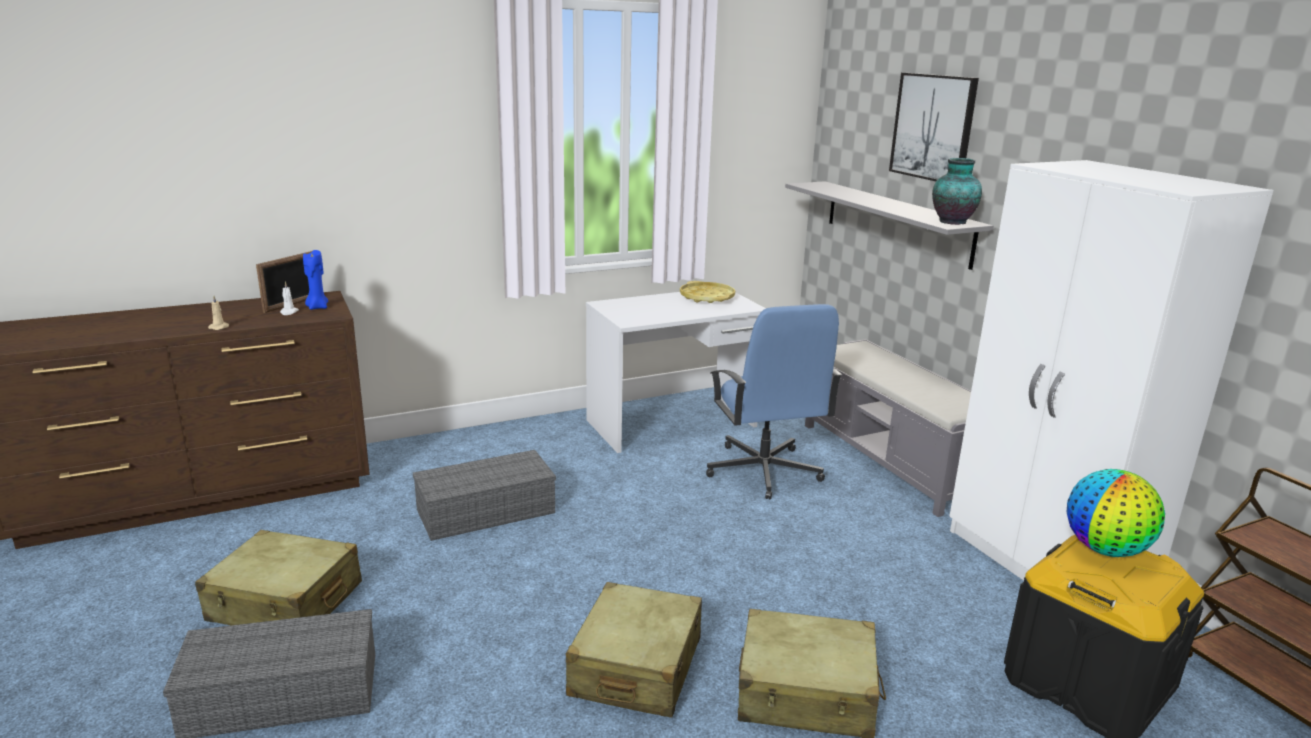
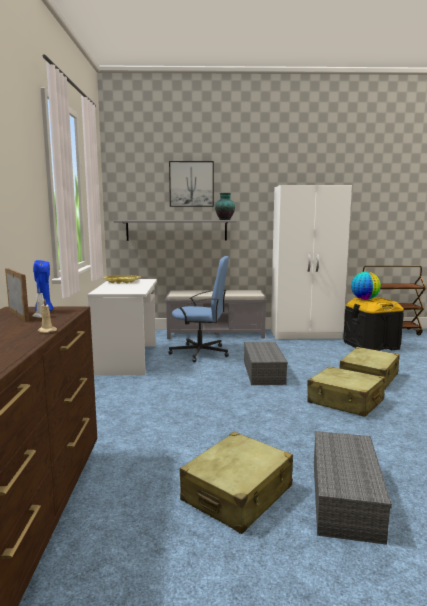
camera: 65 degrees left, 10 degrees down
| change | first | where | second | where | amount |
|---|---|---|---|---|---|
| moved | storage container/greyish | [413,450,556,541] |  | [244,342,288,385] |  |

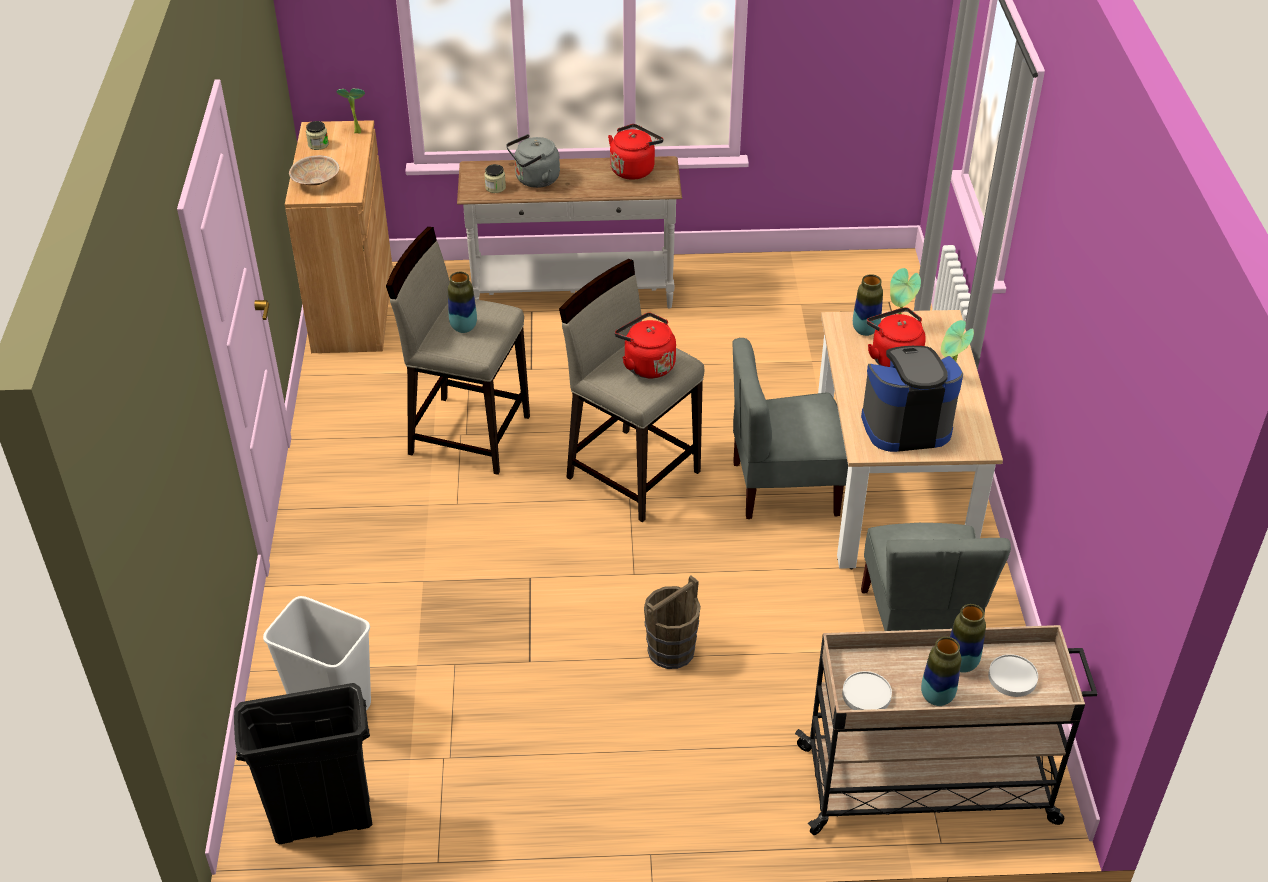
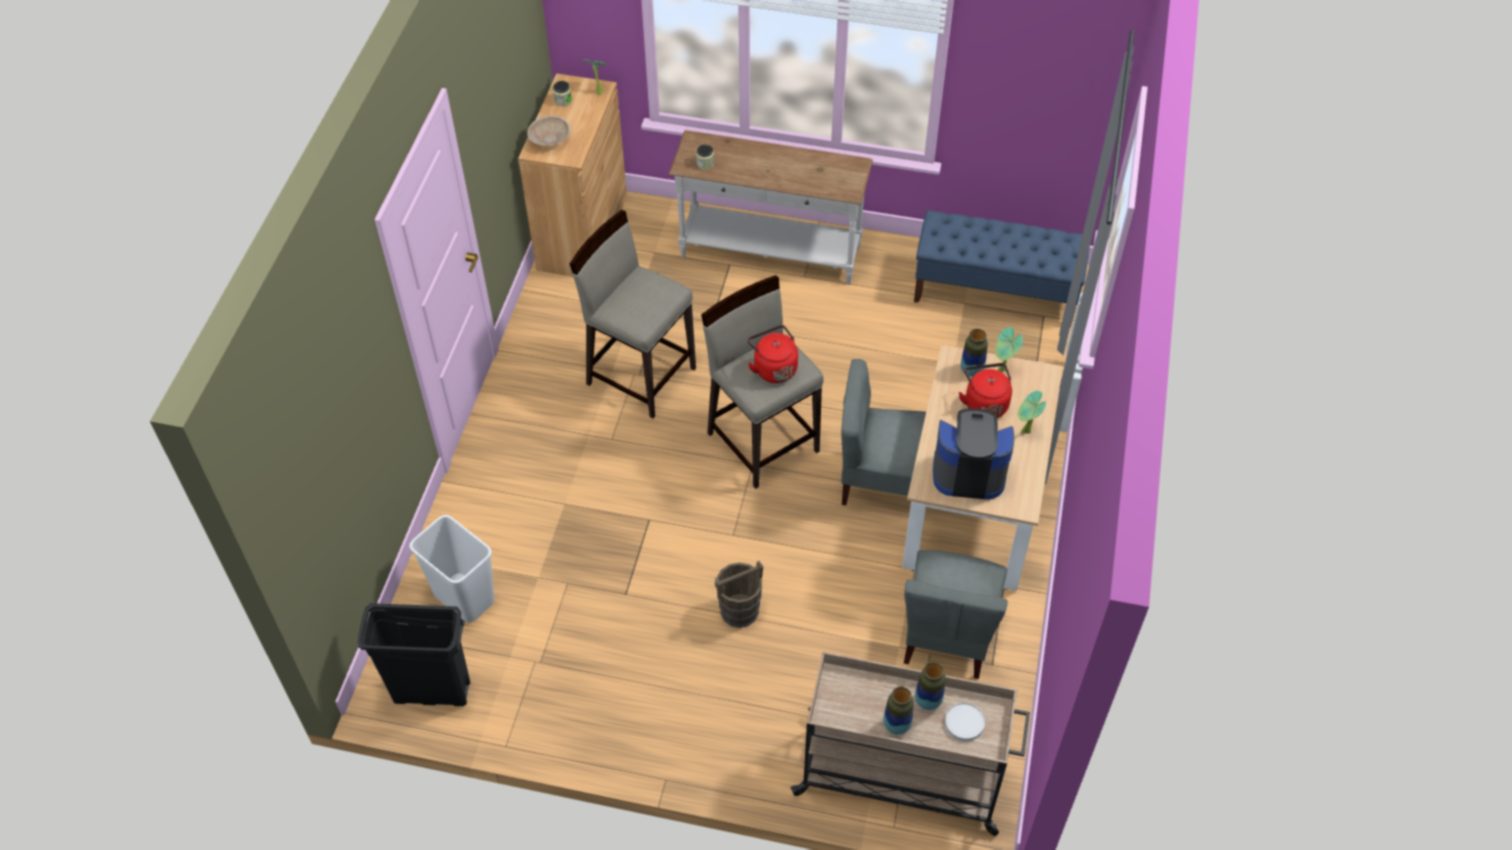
camera: 15 degrees right, 10 degrees up
| change | first | where | second | where | amount |
|---|---|---|---|---|---|
| removed | decorative vase | [448,272,477,333] |  |  |  |
| removed | kettle/greyish | [506,134,560,188] |  |  |  |
| removed | kettle/red | [608,124,663,180] |  |  |  |
| removed | plate/white | [842,671,892,710] |  |  |  |
| added |  |  | indoor bench/bluish | [914,210,1089,328] |  |

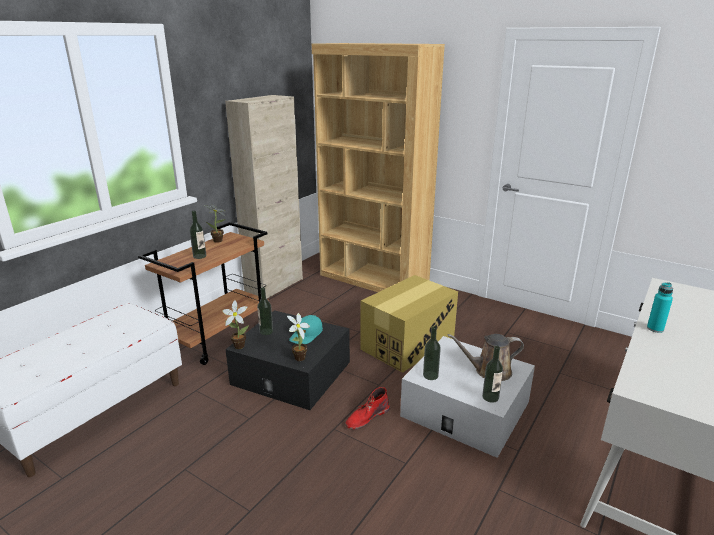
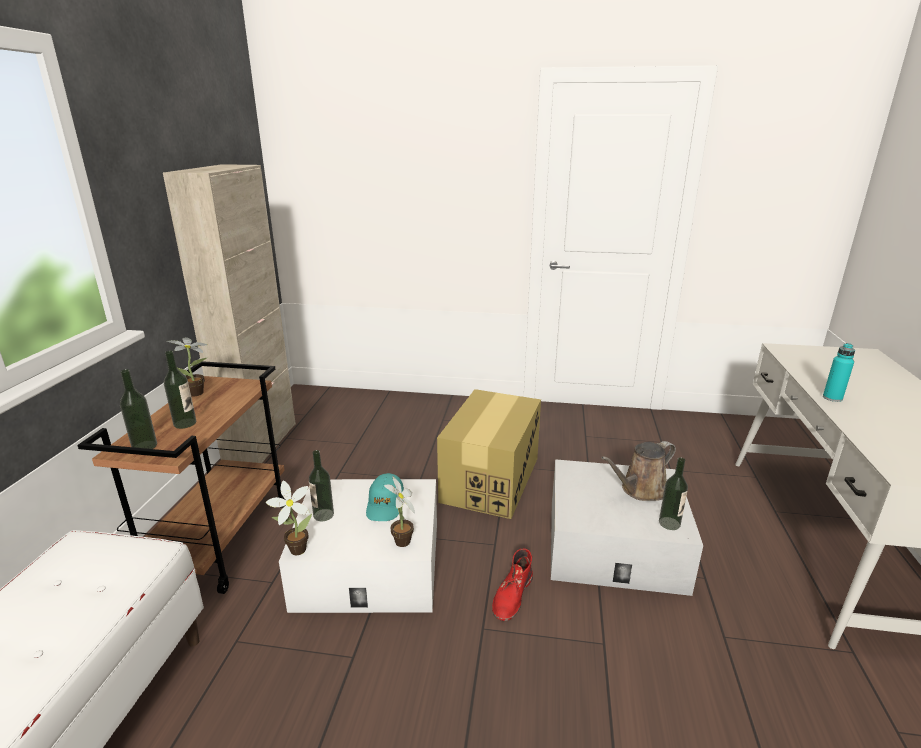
camera: 25 degrees left, 0 degrees up
| change | first | where | second | where | amount |
|---|---|---|---|---|---|
| recoloured | storage container/black-coloured | [225,310,350,410] | storage container/white | [279,479,437,613] |  |
| removed | shelving unit/brown-coloured | [312,43,445,292] |  |  |  |
| moved | drink bottle | [423,326,441,380] |  | [120,369,157,449] |  |

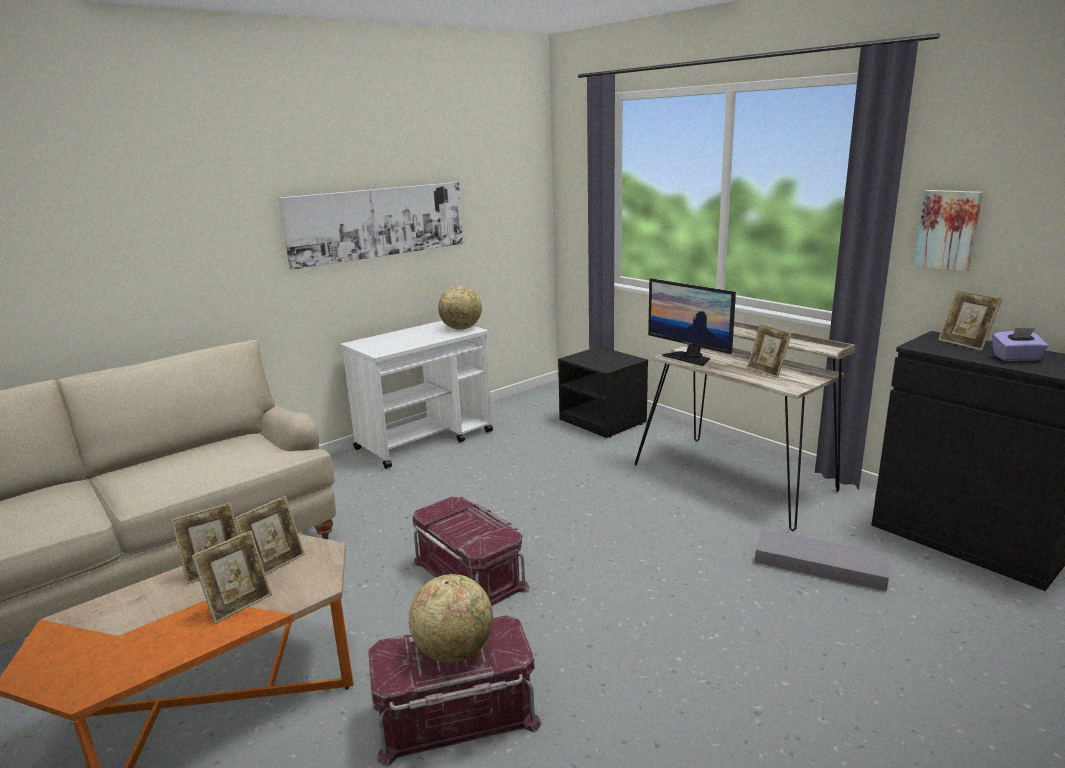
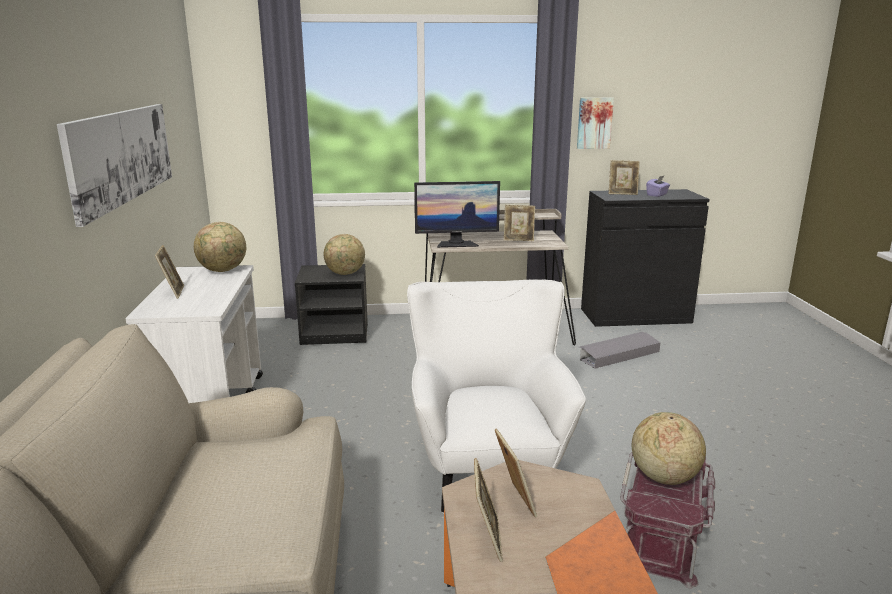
camera: 55 degrees left, 0 degrees up
| change | first | where | second | where | amount |
|---|---|---|---|---|---|
| moved | standing frame | [192,531,272,624] |  | [155,245,184,299] |  |
| replaced | storage container/red | [412,497,529,606] | easy chair/white | [407,279,586,513] |  |
| added |  |  | globe | [324,234,365,275] |  |

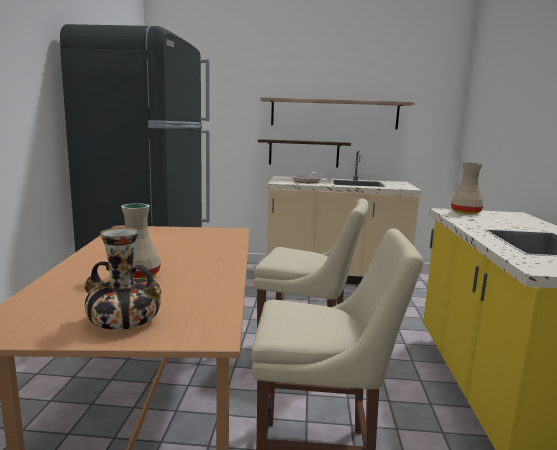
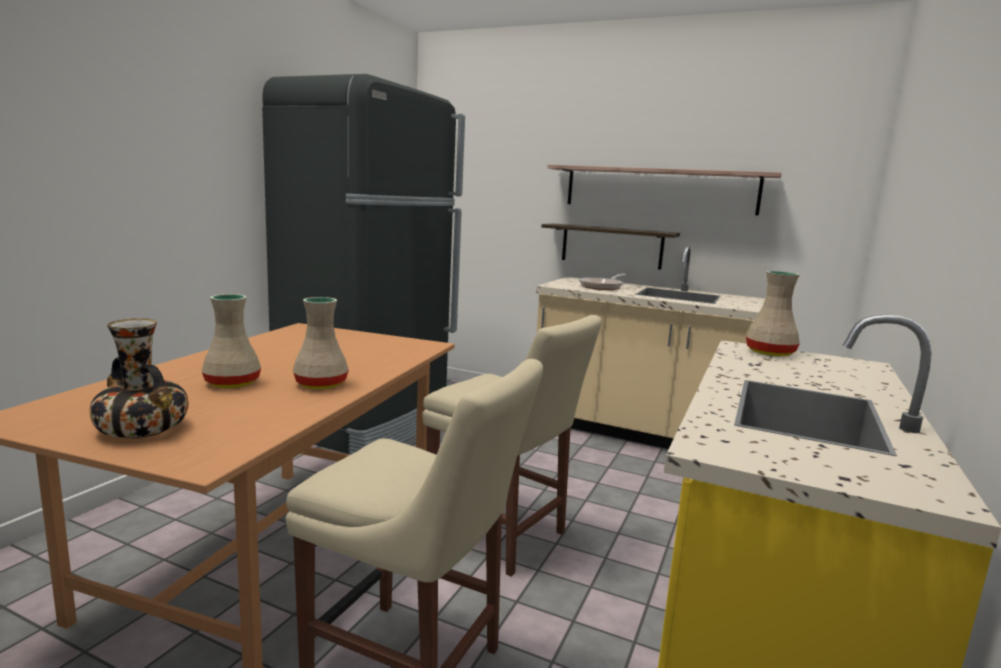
camera: 20 degrees right, 0 degrees up
| change | first | where | second | where | amount |
|---|---|---|---|---|---|
| added |  |  | decorative vase/sand-coloured | [293,297,349,389] |  |

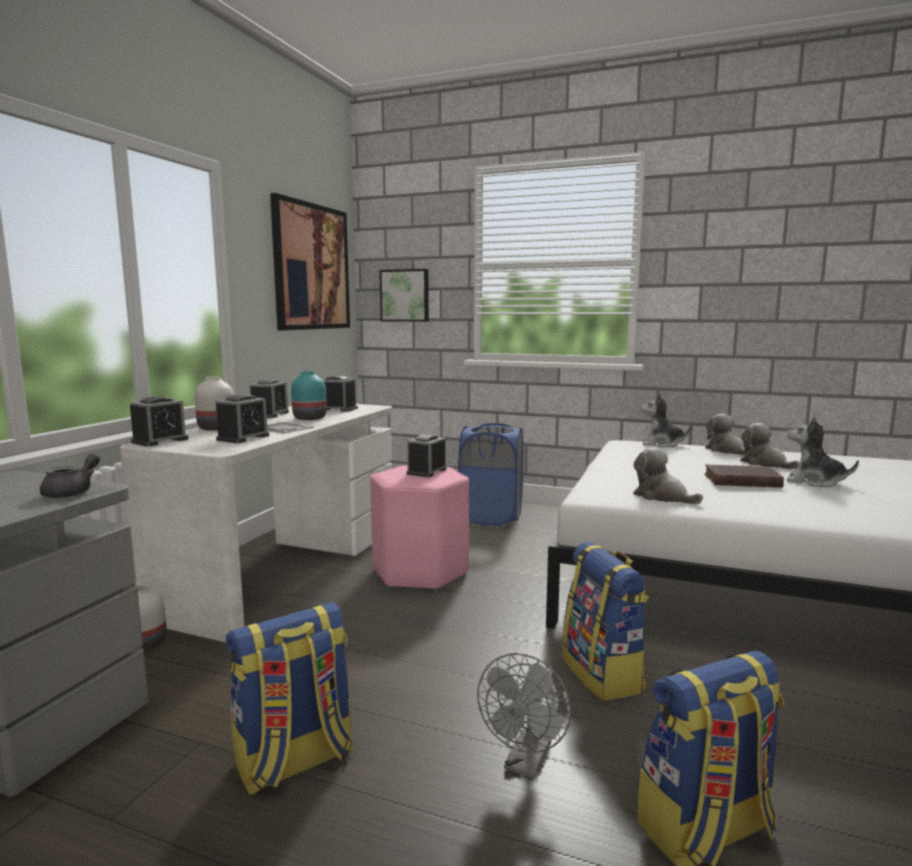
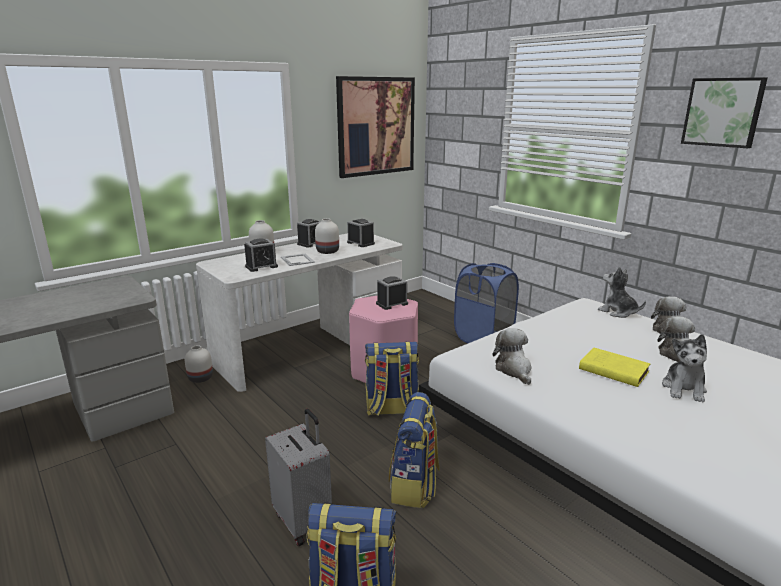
camera: 30 degrees right, 10 degrees up
| change | first | where | second | where | amount |
|---|---|---|---|---|---|
| removed | pot for tea/greyish | [40,453,100,498] |  |  |  |
| removed | bedside clock | [130,396,188,447] |  |  |  |
| moved | backpack | [226,602,353,795] |  | [365,342,419,416] |  |
| recoloured | decorative vase/blue-green | [291,371,327,420] | decorative vase/white | [315,218,339,254] |  |
| moved | wall art | [379,269,429,322] |  | [681,77,768,148] |  |
| replaced | fan/greyish | [477,653,571,778] | travel case/greyish | [265,409,332,546] |  |
| recoloured | bound book/brown-coloured | [705,465,784,488] | bound book/yellow-coloured | [579,348,650,387] |  |
| turned | plush toy | [787,416,859,487] |  | [662,334,707,402] | 135 degrees counterclockwise |

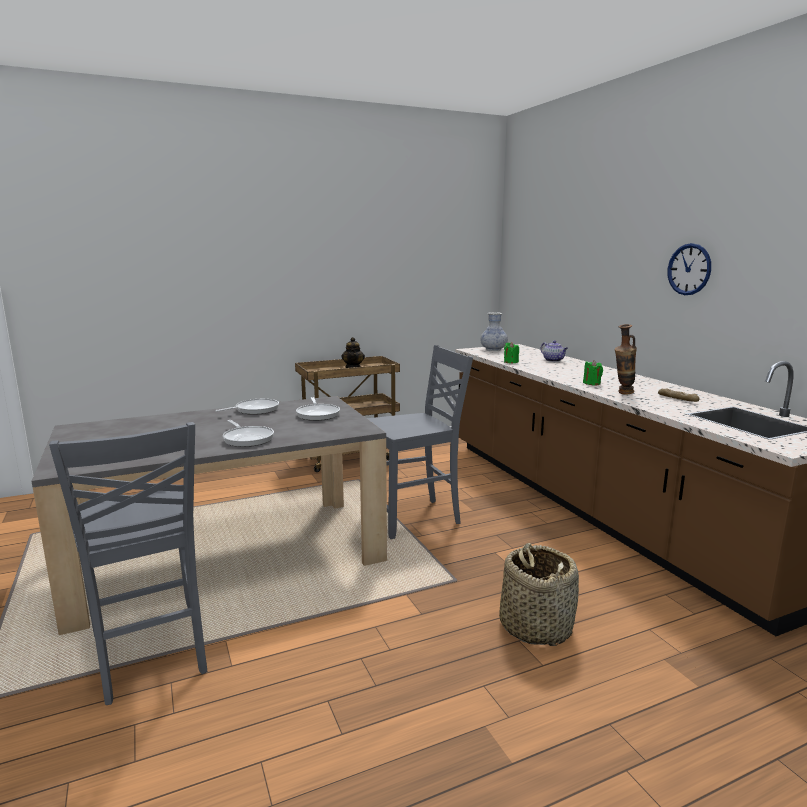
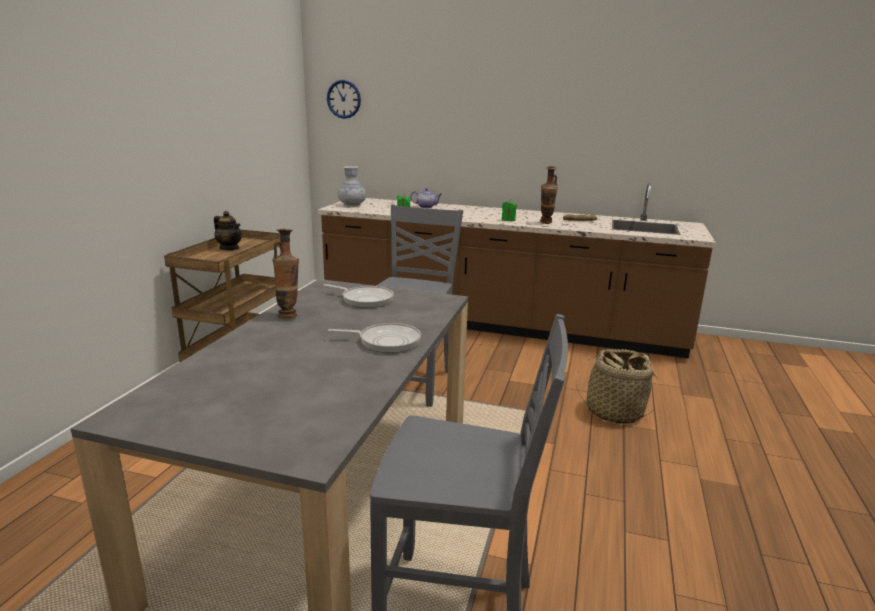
camera: 50 degrees left, 5 degrees up
| change | first | where | second | where | amount |
|---|---|---|---|---|---|
| replaced | skillet | [215,399,279,415] | decorative vase | [272,229,299,318] |  |
| moved | wall clock | [668,243,711,295] |  | [327,80,361,119] |  |

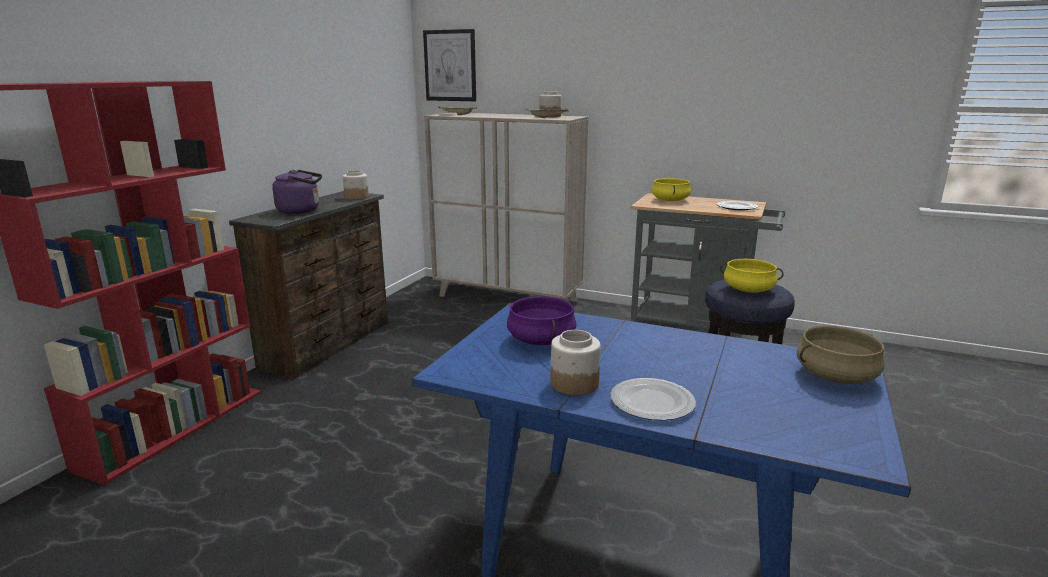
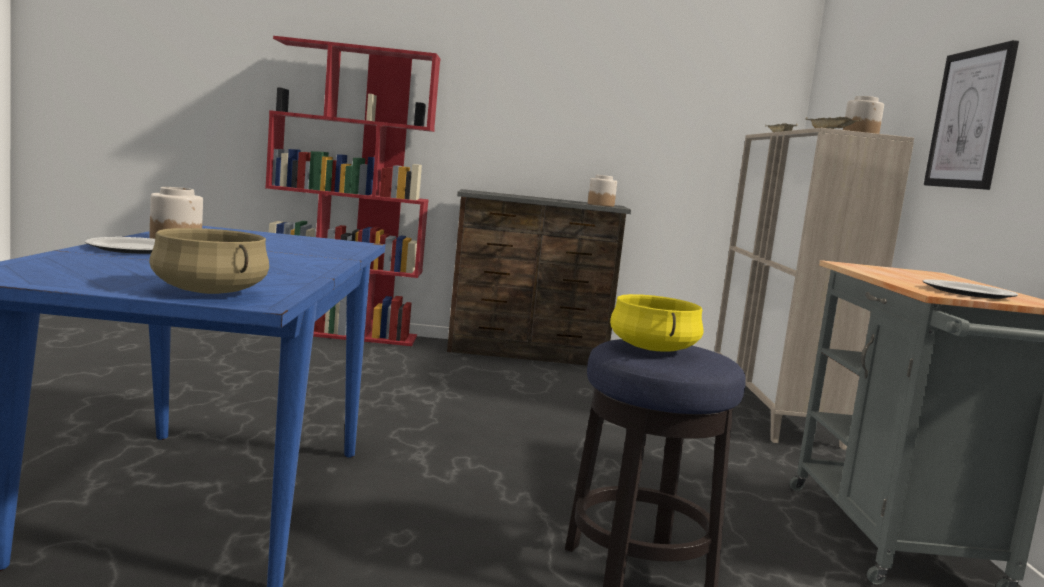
camera: 65 degrees right, 10 degrees down
| change | first | where | second | where | amount |
|---|---|---|---|---|---|
| removed | kettle/purple | [272,170,322,214] |  |  |  |
| moved | wall art | [423,29,476,101] |  | [924,40,1019,190] |  |
| removed | saucepot/purple | [507,296,576,345] |  |  |  |
| removed | saucepot/yellow-coloured | [652,178,691,201] |  |  |  |

